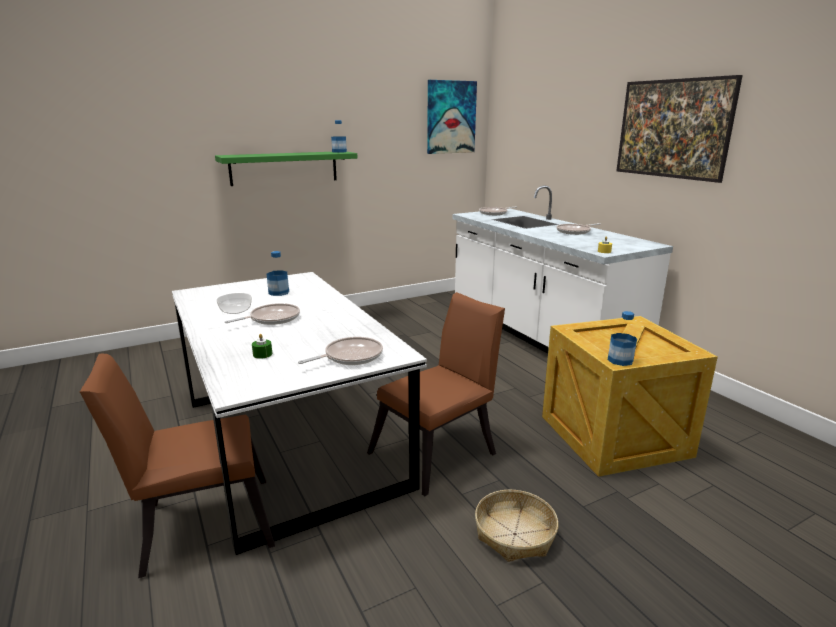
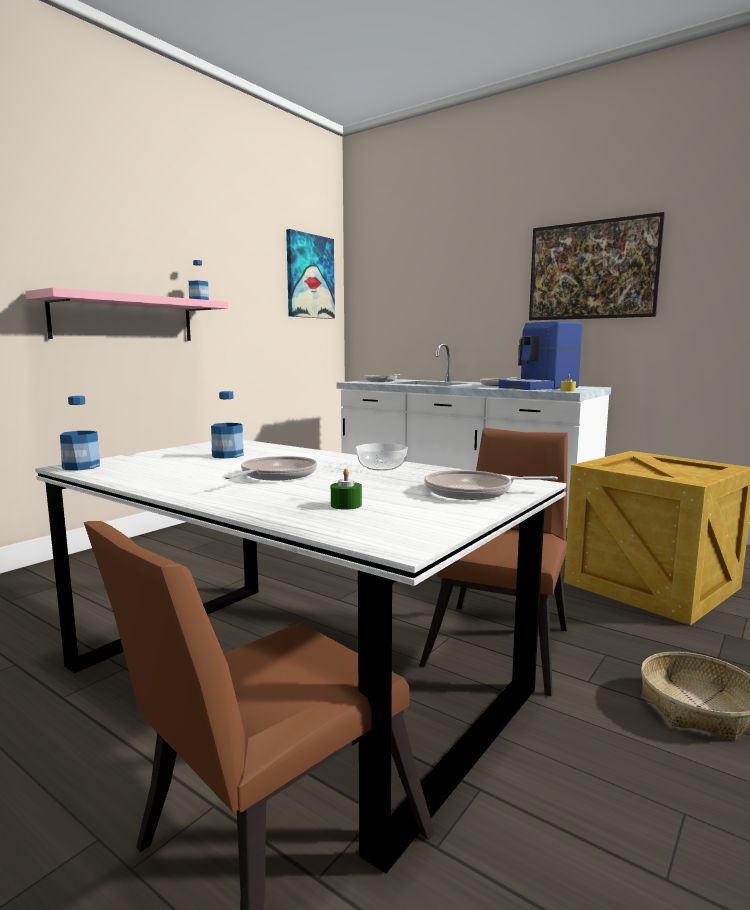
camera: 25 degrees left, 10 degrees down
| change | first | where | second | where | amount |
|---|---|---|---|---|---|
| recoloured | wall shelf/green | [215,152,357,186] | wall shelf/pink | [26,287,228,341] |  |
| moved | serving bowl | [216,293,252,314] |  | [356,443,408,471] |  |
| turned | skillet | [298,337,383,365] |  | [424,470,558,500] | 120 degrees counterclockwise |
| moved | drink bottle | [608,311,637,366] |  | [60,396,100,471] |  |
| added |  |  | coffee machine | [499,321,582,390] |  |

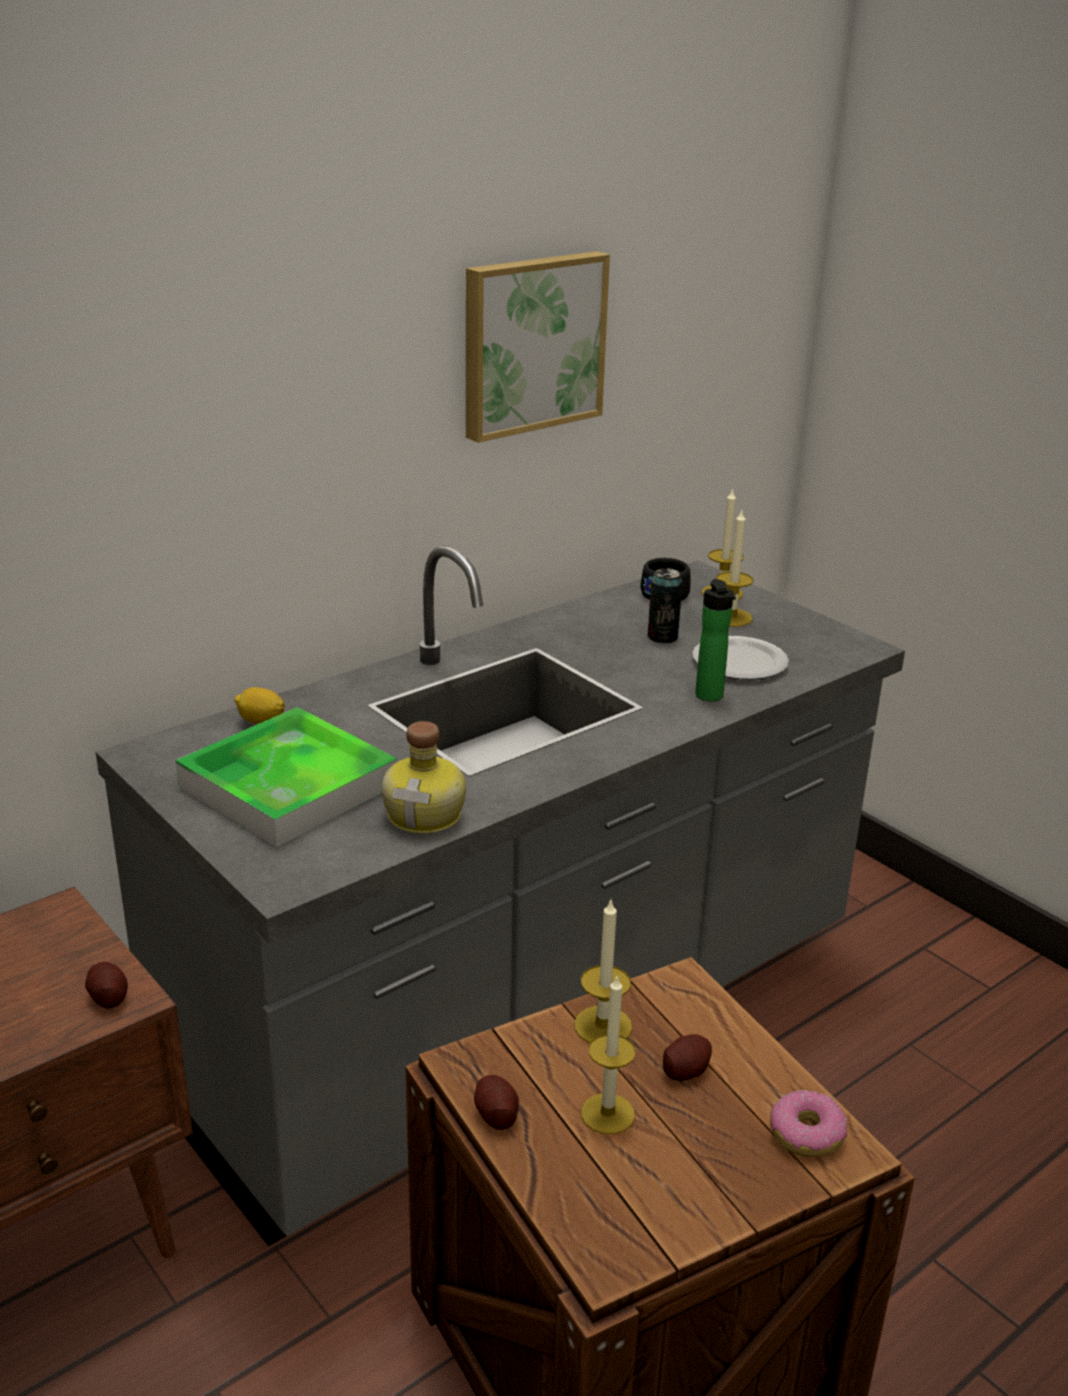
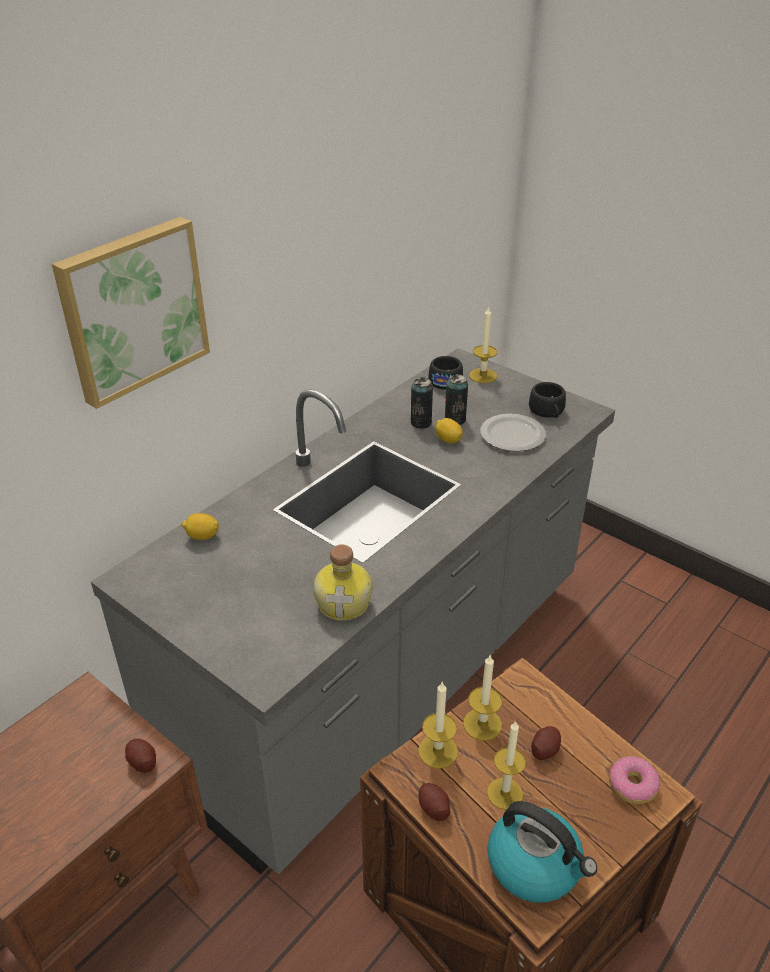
camera: 10 degrees left, 10 degrees up
| change | first | where | second | where | amount |
|---|---|---|---|---|---|
| removed | tray | [176,707,397,847] |  |  |  |
| moved | wall art | [466,251,610,443] |  | [52,217,210,409] |  |
| removed | drink bottle | [695,579,736,701] |  |  |  |
| moved | wax candle | [716,510,753,627] |  | [418,681,458,769] |  |
| added |  |  | metal can | [411,377,433,429] |  |
| added |  |  | whole lemon | [435,418,463,443] |  |
| added |  |  | kettle | [487,801,597,902] |  |
| added |  |  | cup/black-coloured | [529,382,566,418] |  |

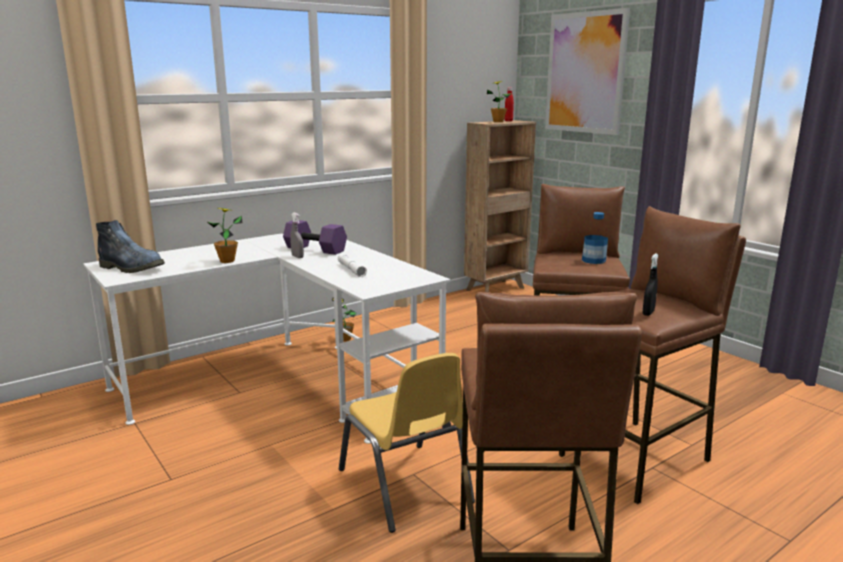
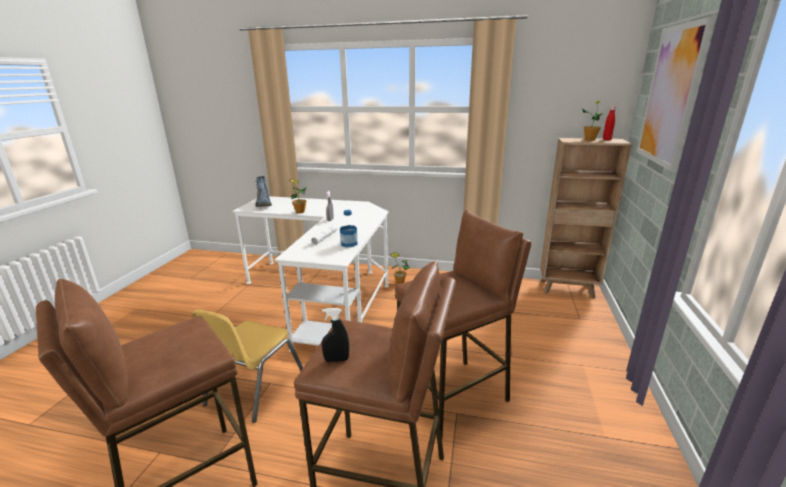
camera: 50 degrees right, 5 degrees up
| change | first | where | second | where | amount |
|---|---|---|---|---|---|
| removed | free weight/purple | [283,220,347,255] |  |  |  |
| moved | drink bottle | [582,212,608,264] |  | [340,210,357,248] |  |

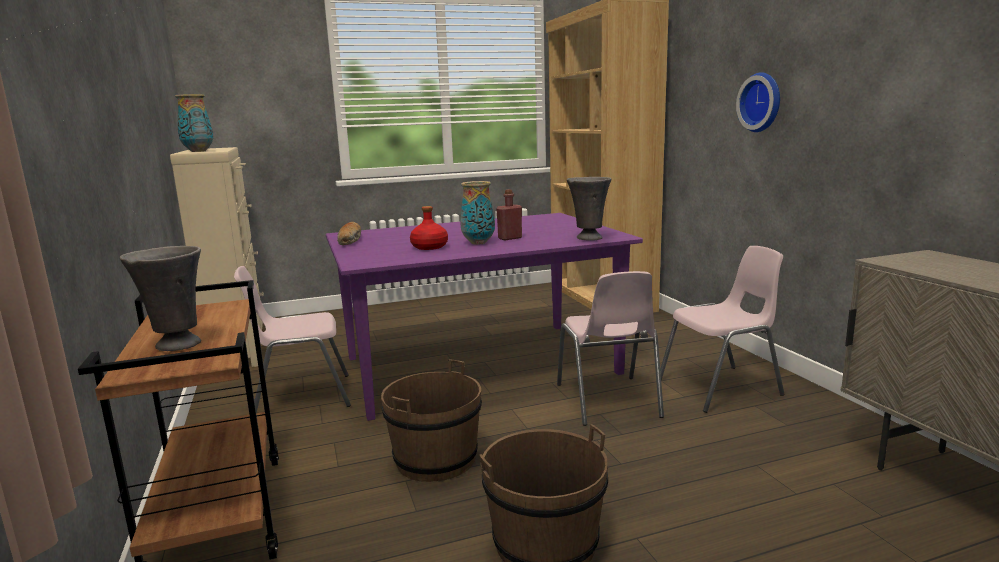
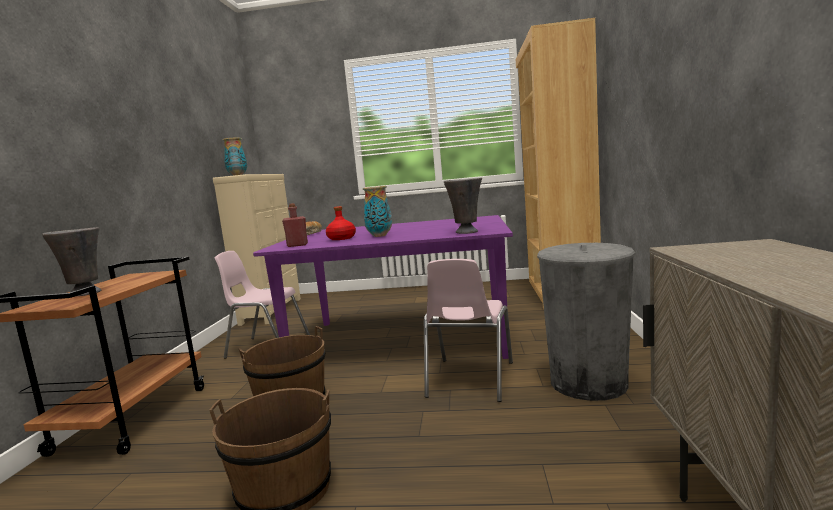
camera: 25 degrees right, 5 degrees down
| change | first | where | second | where | amount |
|---|---|---|---|---|---|
| moved | drink bottle/red | [496,189,522,240] |  | [282,203,308,247] |  |
| replaced | chair/pink | [660,246,784,413] | rubbish bin/greyish | [537,243,635,401] |  |
| removed | wall clock | [736,72,780,132] |  |  |  |

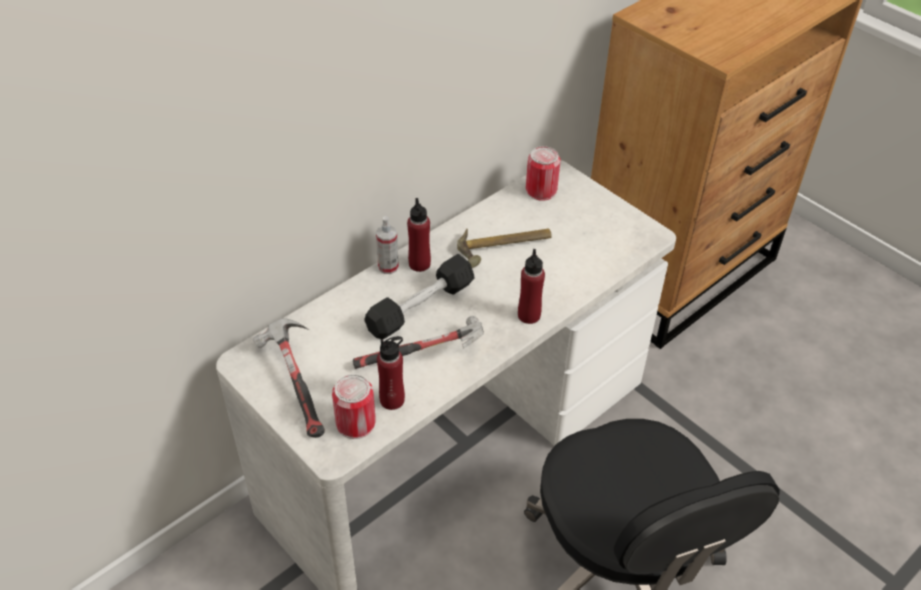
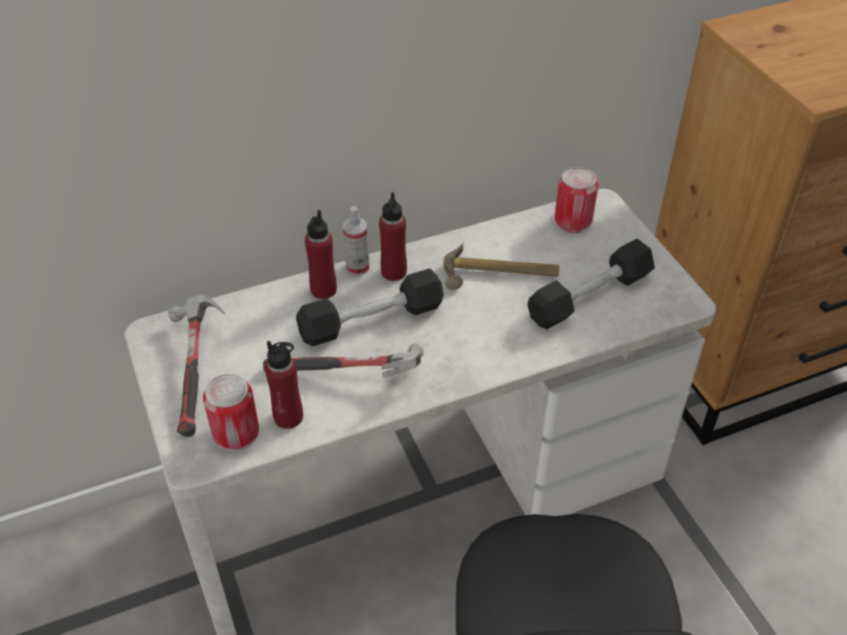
camera: 20 degrees right, 0 degrees up
| change | first | where | second | where | amount |
|---|---|---|---|---|---|
| moved | drink bottle/red | [518,249,545,324] |  | [305,210,337,299] |  |
| added |  |  | free weight/black-coloured | [527,239,655,329] |  |

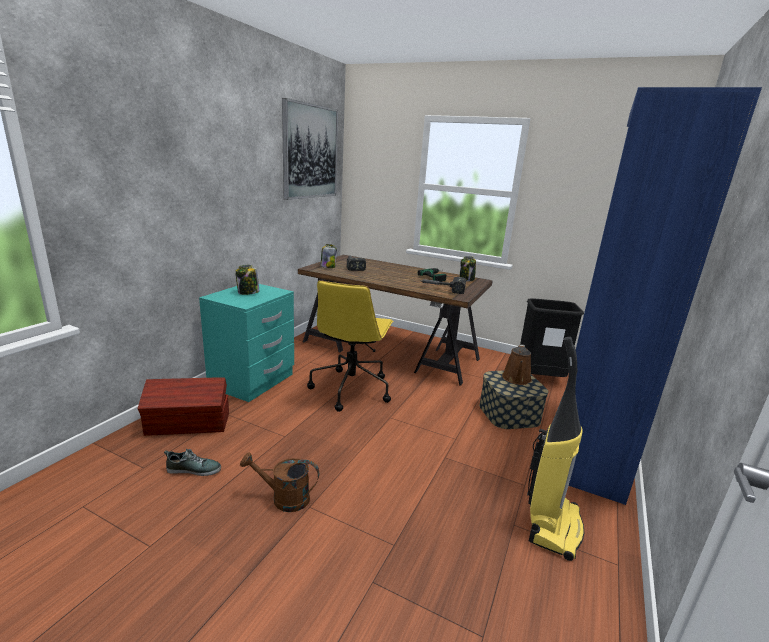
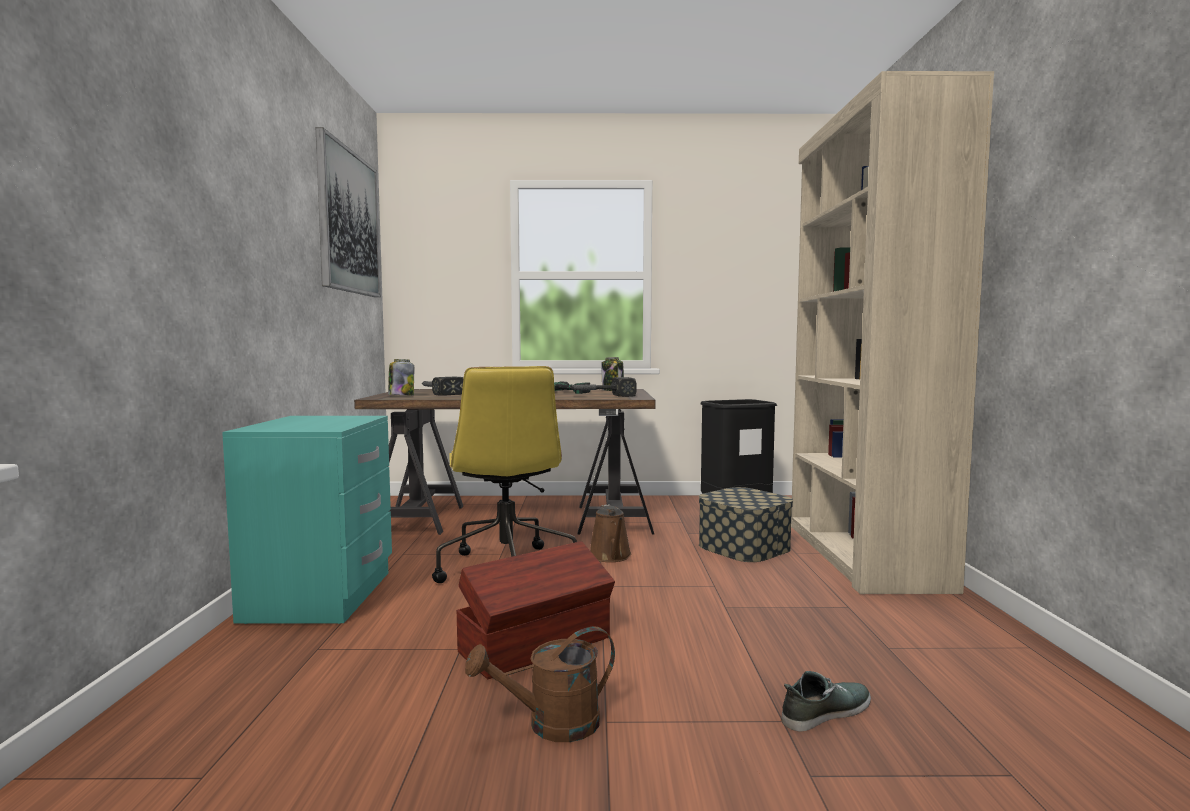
camera: 25 degrees left, 15 degrees down
| change | first | where | second | where | amount |
|---|---|---|---|---|---|
| moved | storage container/brown-coloured | [138,377,229,436] |  | [456,541,615,679] |  |
| moved | shoe | [164,449,221,476] |  | [782,671,871,731] |  |
| removed | storage jar | [235,265,260,295] |  |  |  |
| moved | watering can/brown-coloured | [502,344,532,385] |  | [590,504,631,562] |  |
| removed | hoover | [527,337,584,561] |  |  |  |
| recoloured | shelving unit/bluish | [569,87,762,505] | shelving unit/sand-coloured | [791,71,994,594] |  |

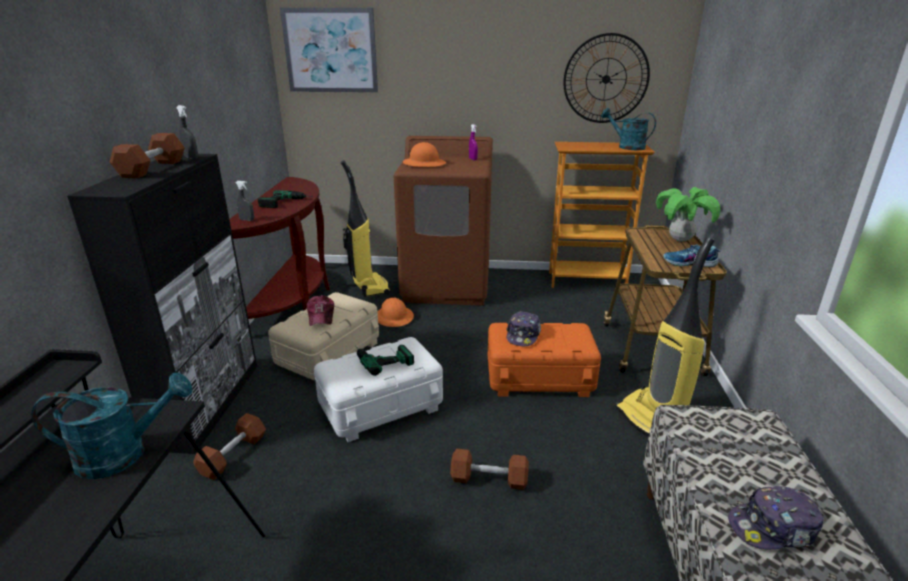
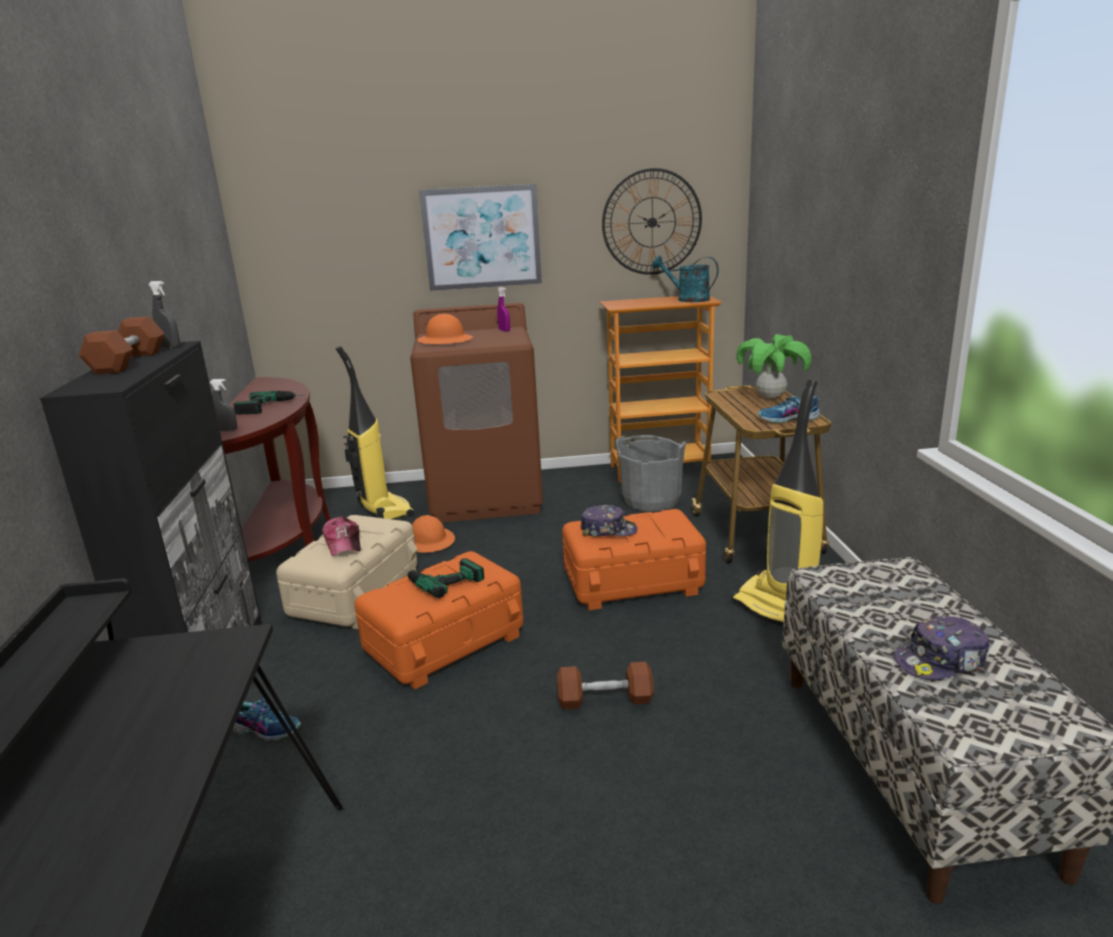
camera: 10 degrees left, 5 degrees down
| change | first | where | second | where | amount |
|---|---|---|---|---|---|
| removed | watering can/blue-green | [32,372,193,479] |  |  |  |
| replaced | free weight/brown-coloured | [193,413,266,480] | shoe | [232,691,301,742] |  |
| moved | wall art | [280,8,378,93] |  | [419,184,542,291] |  |
| recoloured | storage container/white | [314,337,443,442] | storage container/orange-coloured | [354,551,523,689] |  |
| turned | peaked cap | [506,311,541,346] |  | [580,505,638,537] | 90 degrees counterclockwise |
| added |  |  | bucket/greyish | [616,435,686,511] |  |

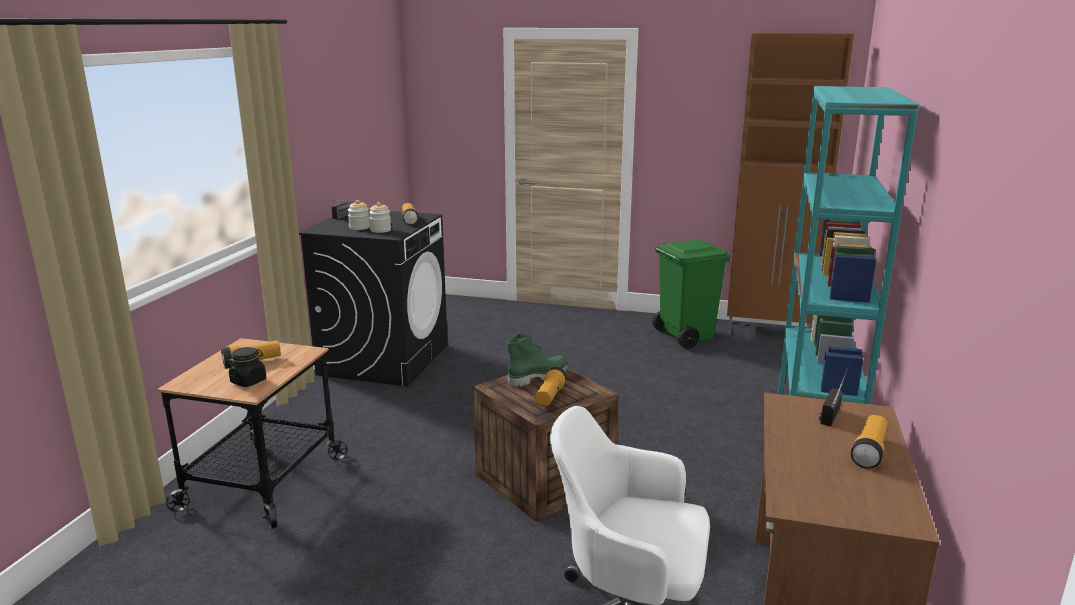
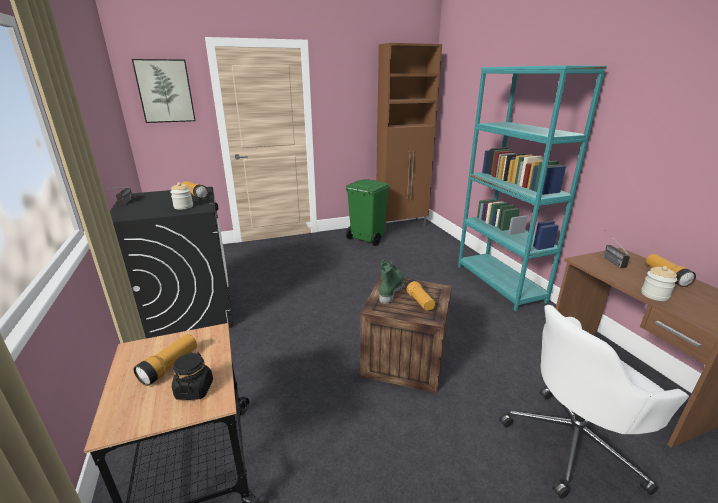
camera: 35 degrees left, 5 degrees up
| change | first | where | second | where | amount |
|---|---|---|---|---|---|
| moved | storage jar | [348,200,370,230] |  | [641,266,677,301] |  |
| added |  |  | wall art | [132,59,196,123] |  |

